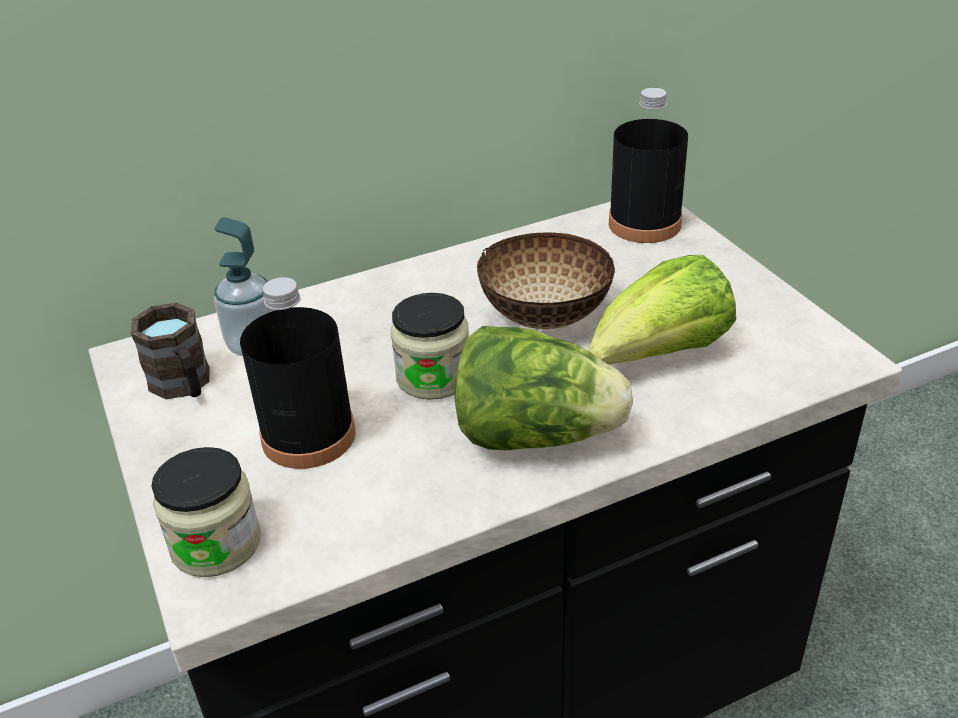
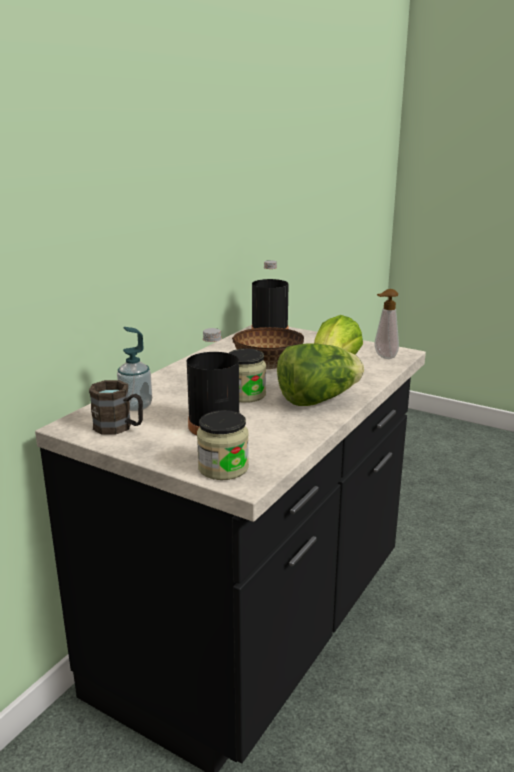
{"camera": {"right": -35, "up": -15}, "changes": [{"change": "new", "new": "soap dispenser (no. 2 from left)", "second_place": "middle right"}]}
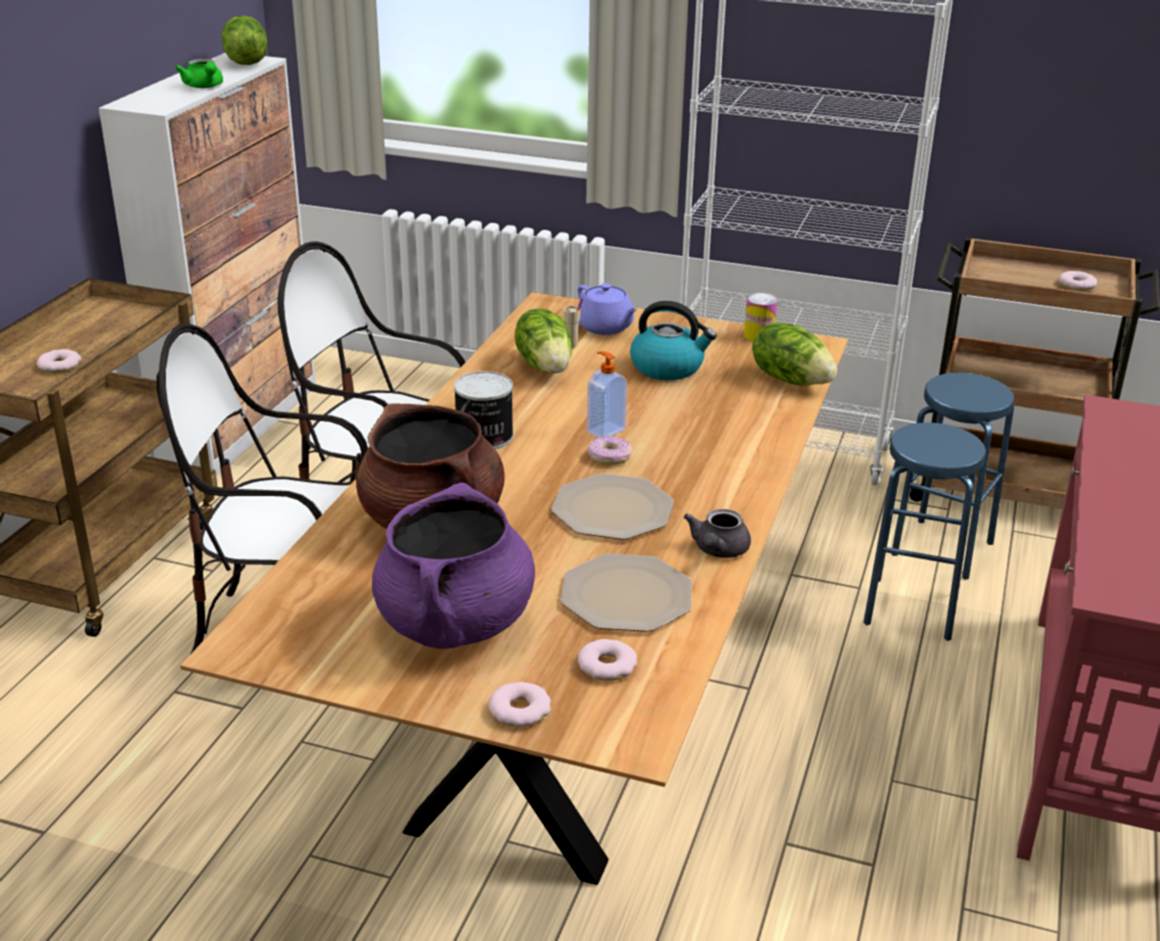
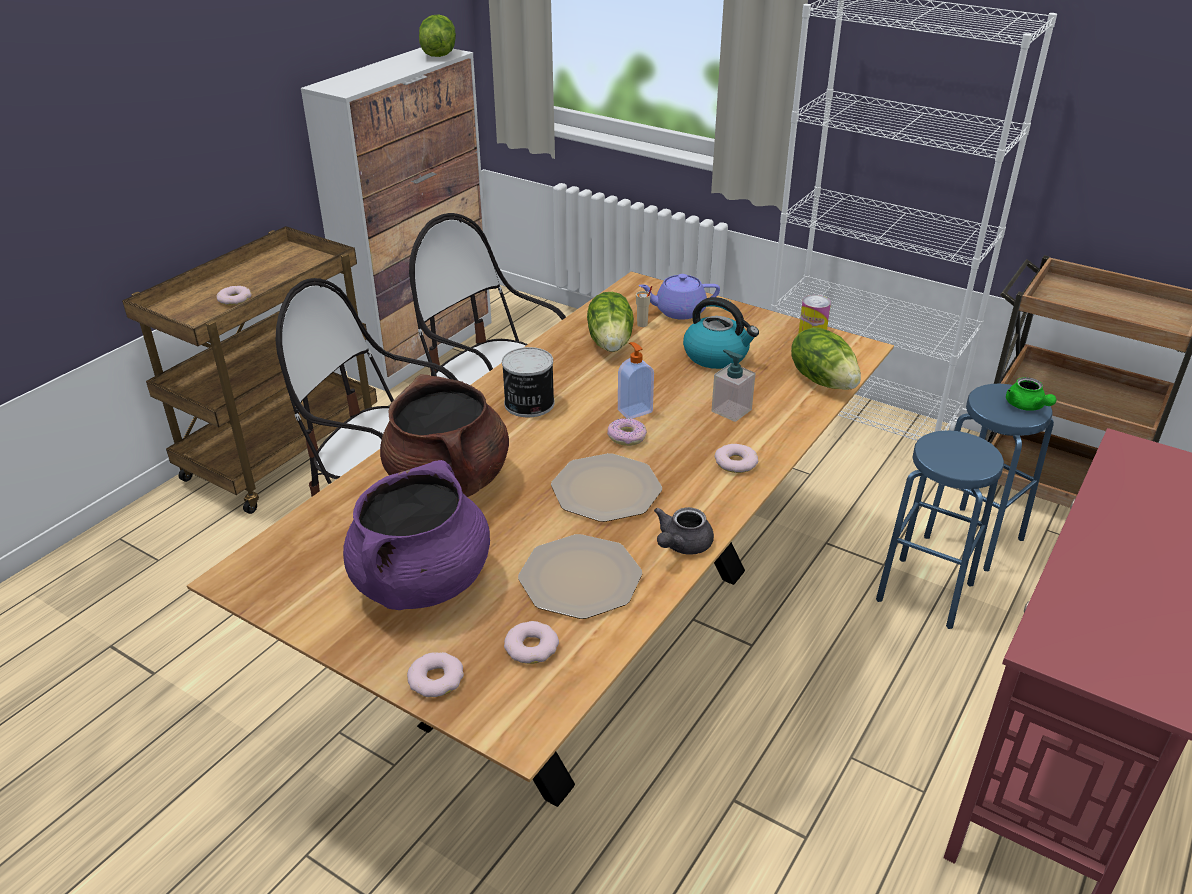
{"camera": {"right": 15, "up": 5}, "changes": [{"change": "new", "new": "soap dispenser (no. 2 from left)", "second_place": "centre"}, {"change": "shifted", "old": "green teapot", "first_place": "top left", "second_place": "middle right"}, {"change": "shifted", "old": "donut (no. 5 from left)", "first_place": "top right", "second_place": "centre"}, {"change": "rotated", "old": "purple teapot", "first_place": "top centre", "second_place": "top centre", "degrees": 105}]}
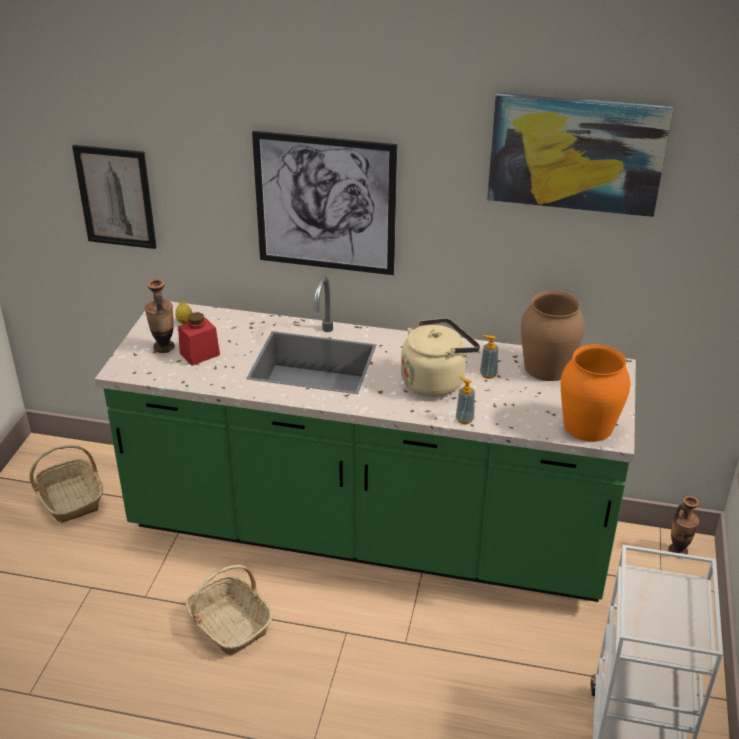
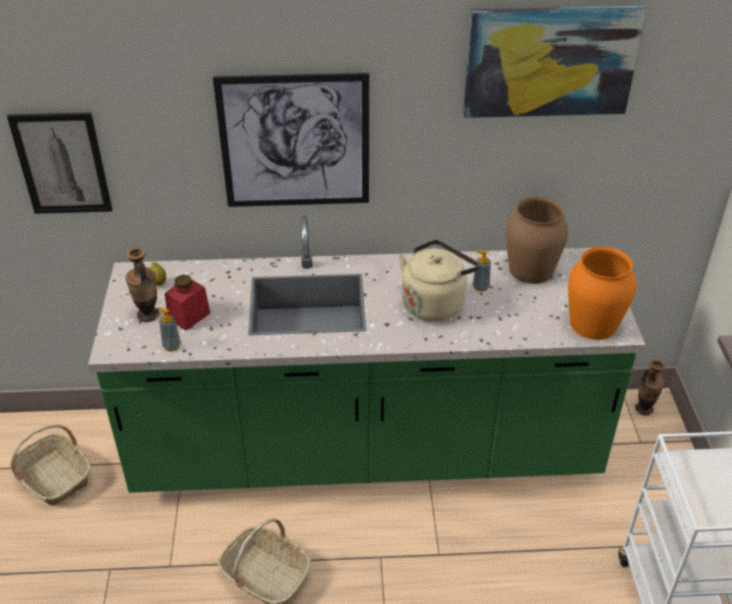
{"camera": {"right": -15, "up": 5}, "changes": [{"change": "shifted", "old": "soap dispenser (no. 1 from left)", "first_place": "centre", "second_place": "middle left"}]}
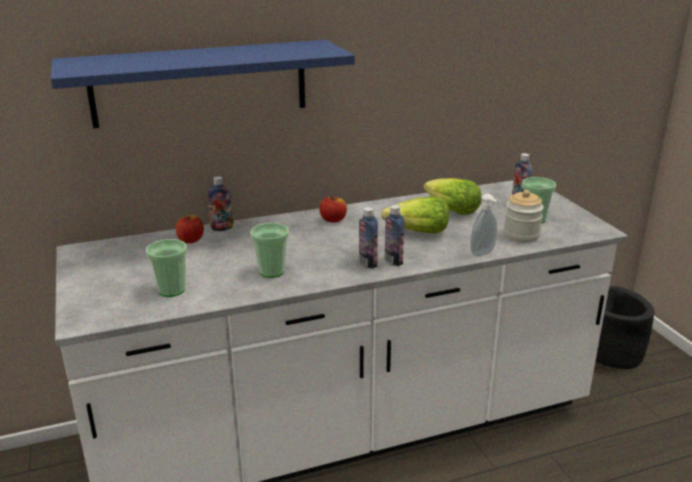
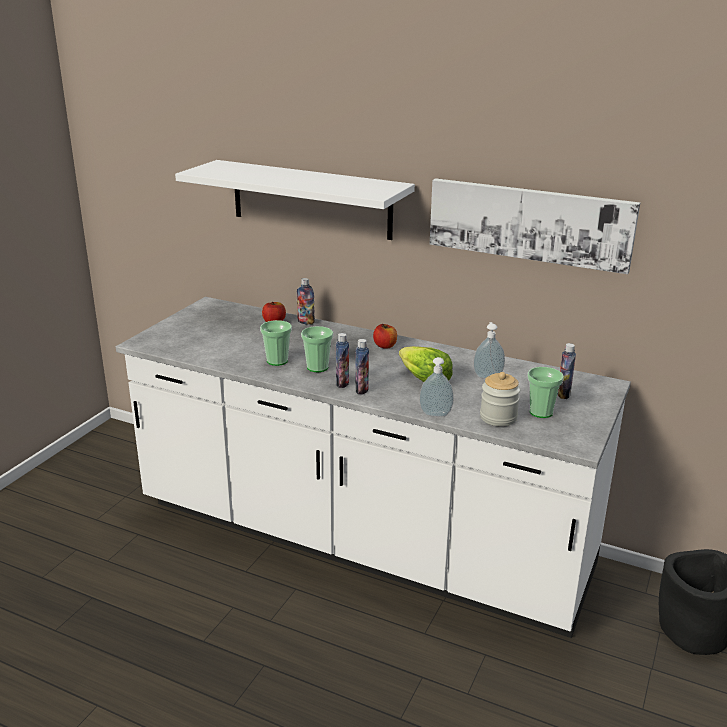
{"camera": {"right": 45, "up": 0}, "changes": [{"change": "new", "new": "picture", "second_place": "top right"}, {"change": "shifted", "old": "cup (no. 1 from left in the first image)", "new": "cup (no. 2 from left)", "first_place": "middle left", "second_place": "centre"}, {"change": "swapped", "old": "lettuce (no. 2 from left)", "new": "soap dispenser (no. 2 from left)", "first_place": "centre", "second_place": "middle right"}, {"change": "repainted", "old": "blue shelf", "new": "white shelf", "first_place": "top left", "second_place": "top centre"}]}
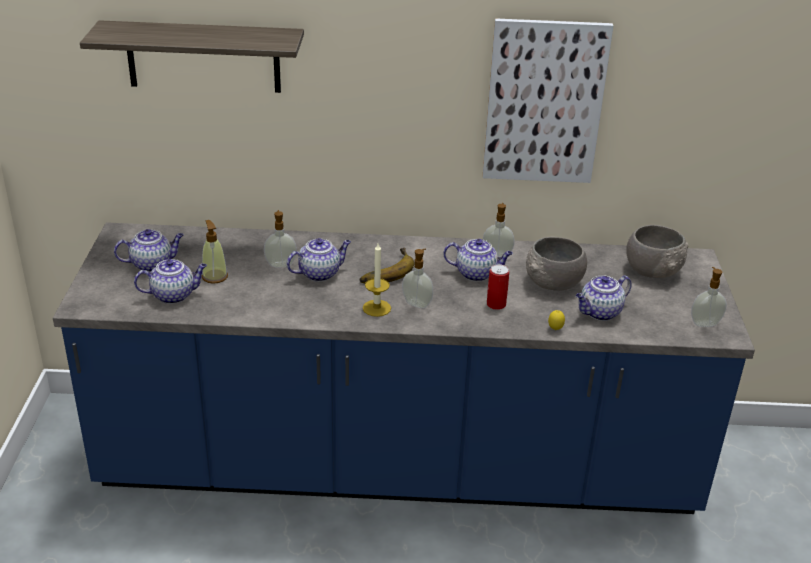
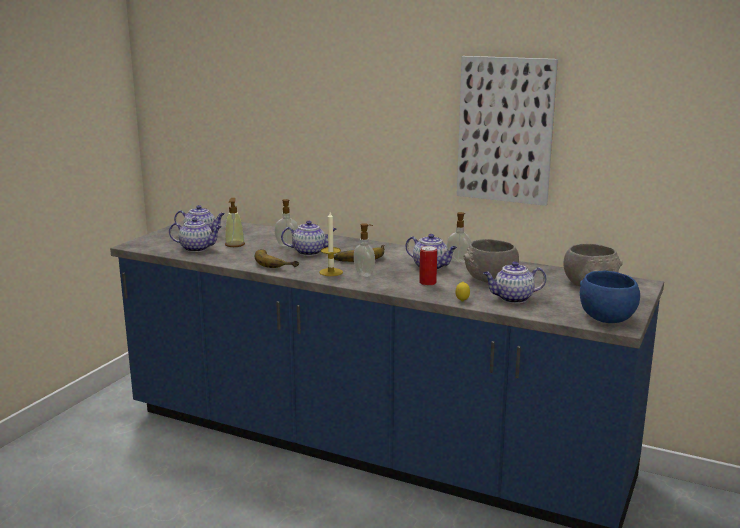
{"camera": {"right": 25, "up": -15}, "changes": [{"change": "gone", "old": "shelf", "first_place": "top left"}, {"change": "new", "new": "banana (no. 1 from left)", "second_place": "centre"}, {"change": "swapped", "old": "soap dispenser (no. 5 from left)", "new": "blue bowl", "first_place": "middle right", "second_place": "middle right"}]}
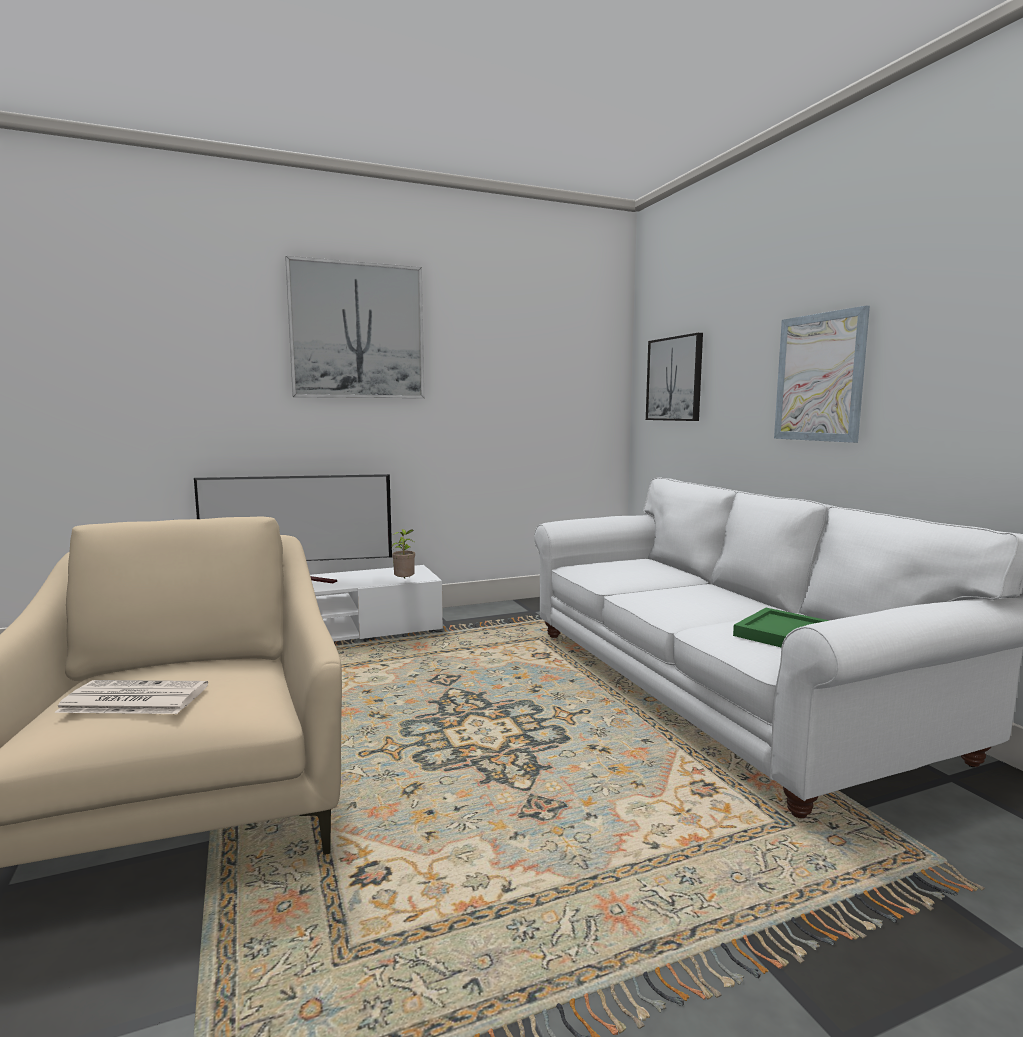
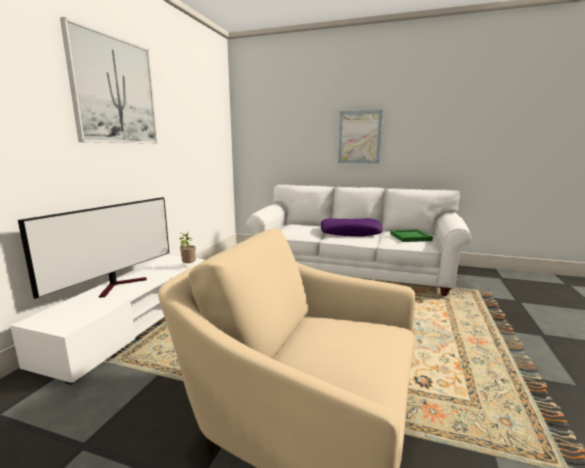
{"camera": {"right": -50, "up": 5}, "changes": [{"change": "gone", "old": "newspaper", "first_place": "bottom left"}, {"change": "gone", "old": "picture (no. 2 from left)", "first_place": "centre"}, {"change": "new", "new": "purple pillow", "second_place": "centre"}]}
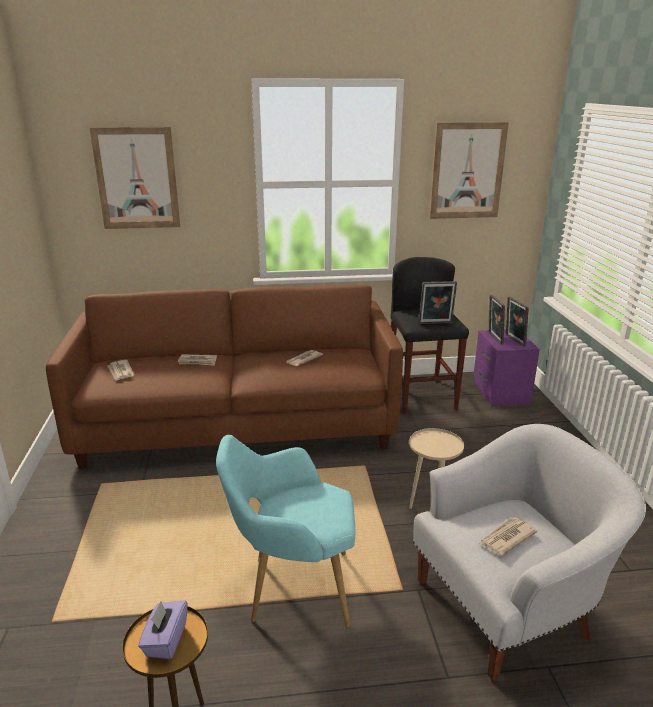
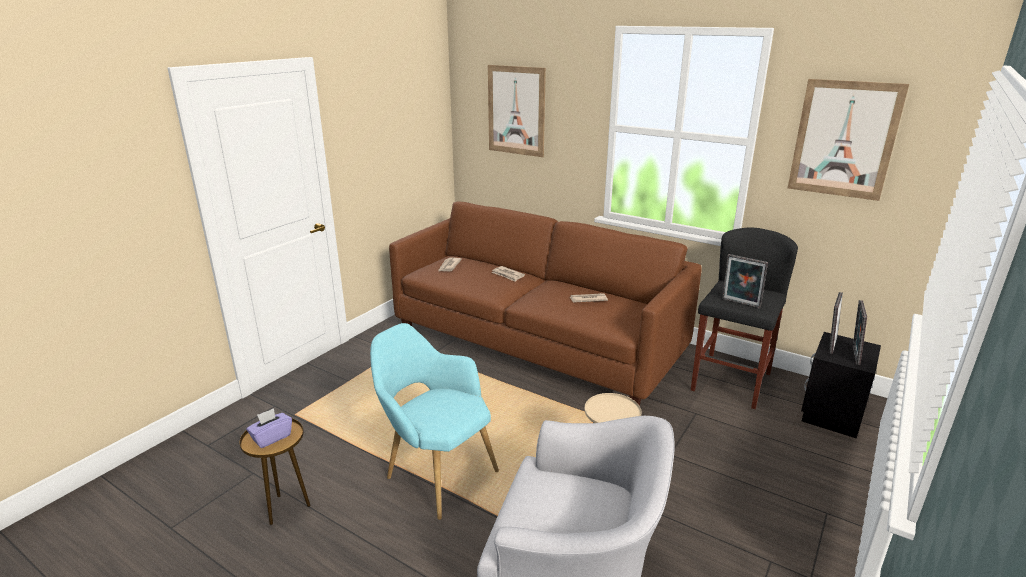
{"camera": {"right": 40, "up": 0}, "changes": [{"change": "gone", "old": "newspaper (no. 4 from left)", "first_place": "bottom right"}, {"change": "repainted", "old": "purple nightstand", "new": "black nightstand", "first_place": "middle right", "second_place": "bottom right"}]}
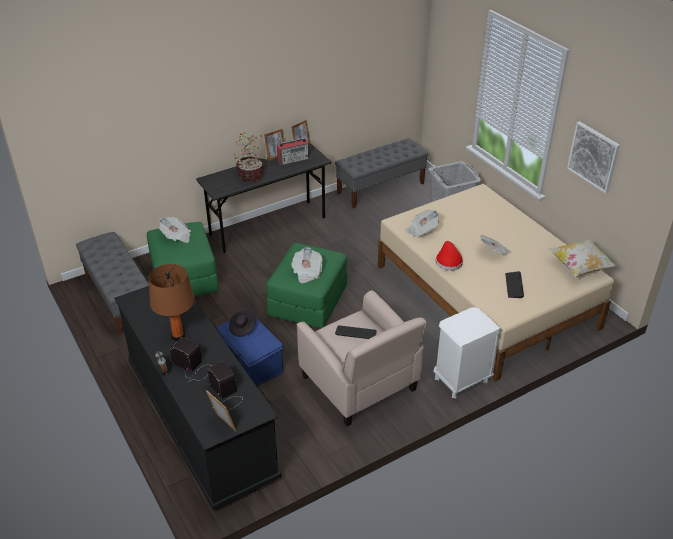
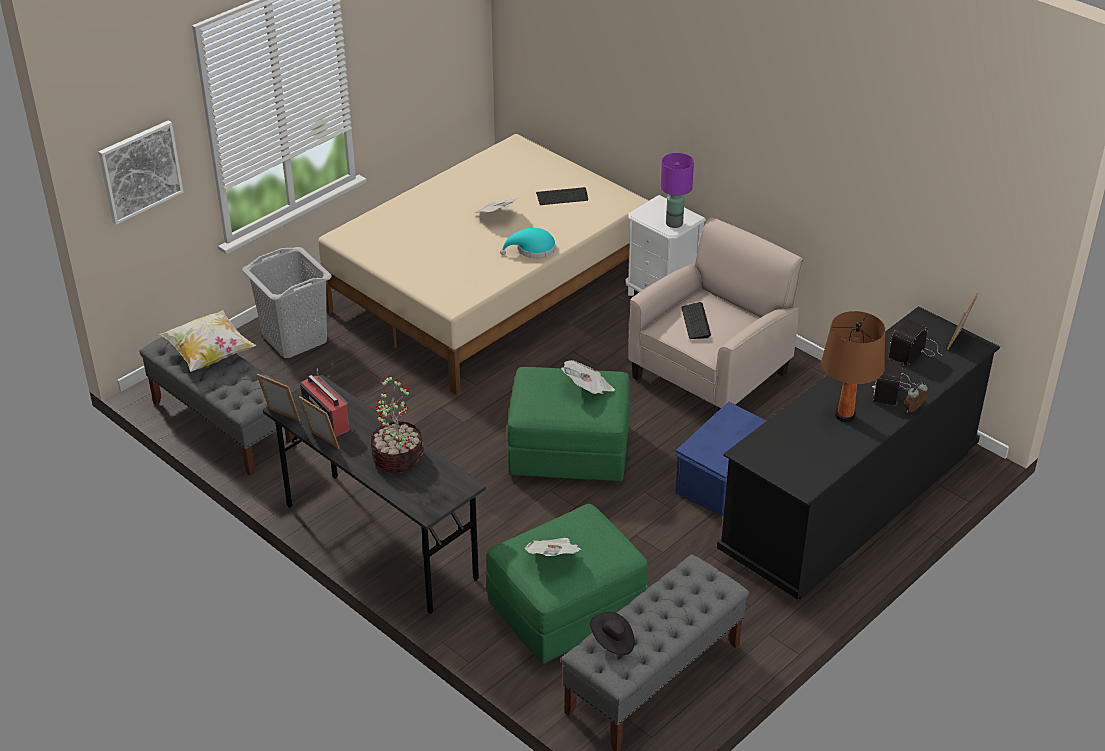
{"camera": {"right": -105, "up": 0}, "changes": [{"change": "gone", "old": "newspaper (no. 3 from left)", "first_place": "centre"}, {"change": "new", "new": "purple table lamp", "second_place": "top centre"}, {"change": "shifted", "old": "black hat", "first_place": "centre", "second_place": "bottom centre"}, {"change": "shifted", "old": "pillow", "first_place": "middle right", "second_place": "middle left"}, {"change": "shifted", "old": "picture", "first_place": "top right", "second_place": "top left"}, {"change": "repainted", "old": "red hat", "new": "turquoise hat", "first_place": "middle right", "second_place": "top centre"}]}
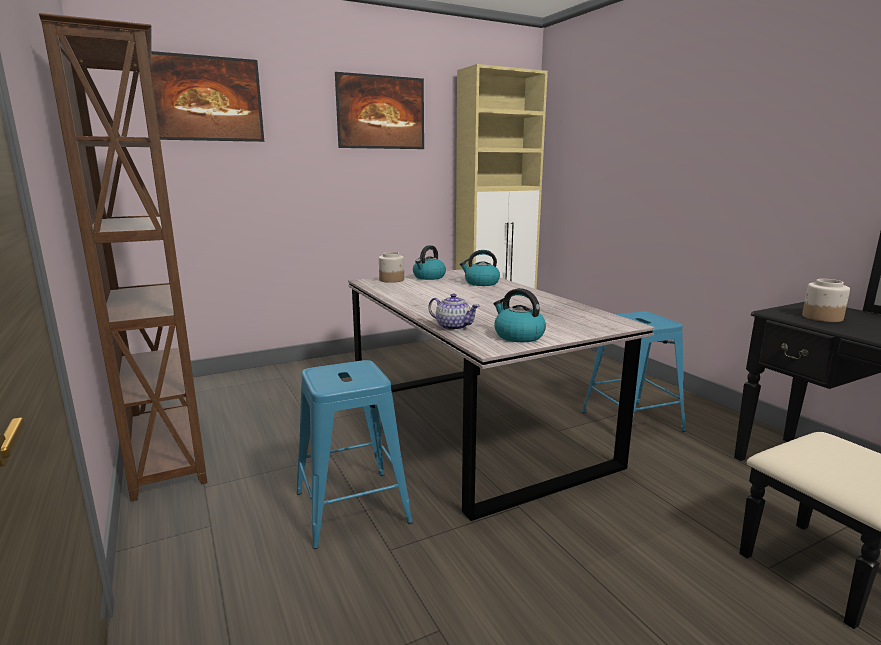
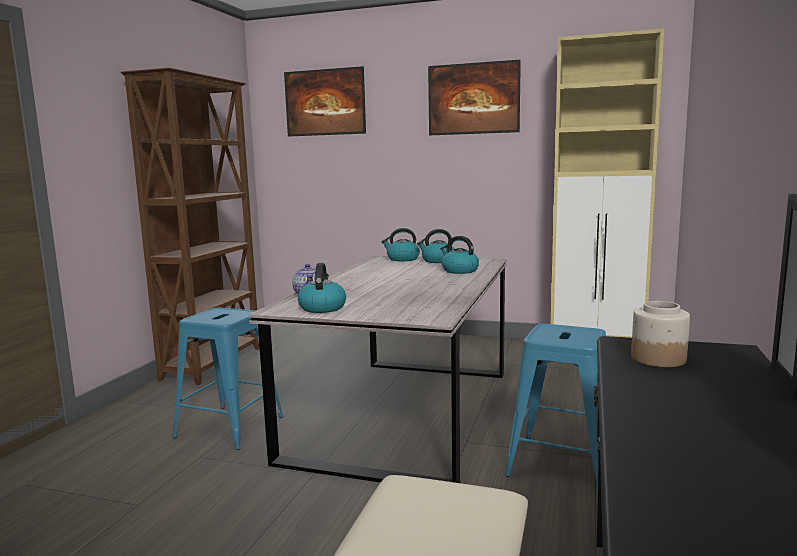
{"camera": {"right": 45, "up": -5}, "changes": [{"change": "swapped", "old": "jar (no. 1 from left)", "new": "kettle (no. 2 from left)", "first_place": "centre", "second_place": "centre"}]}
